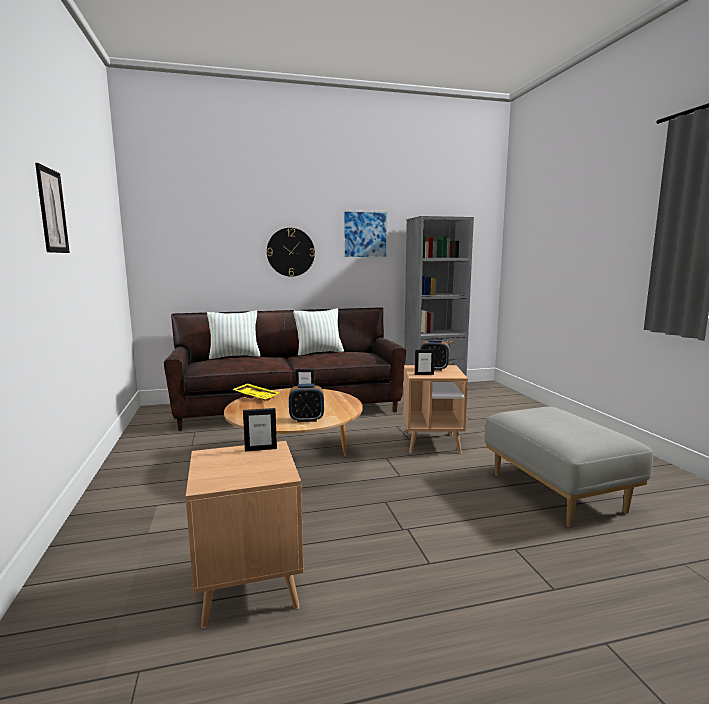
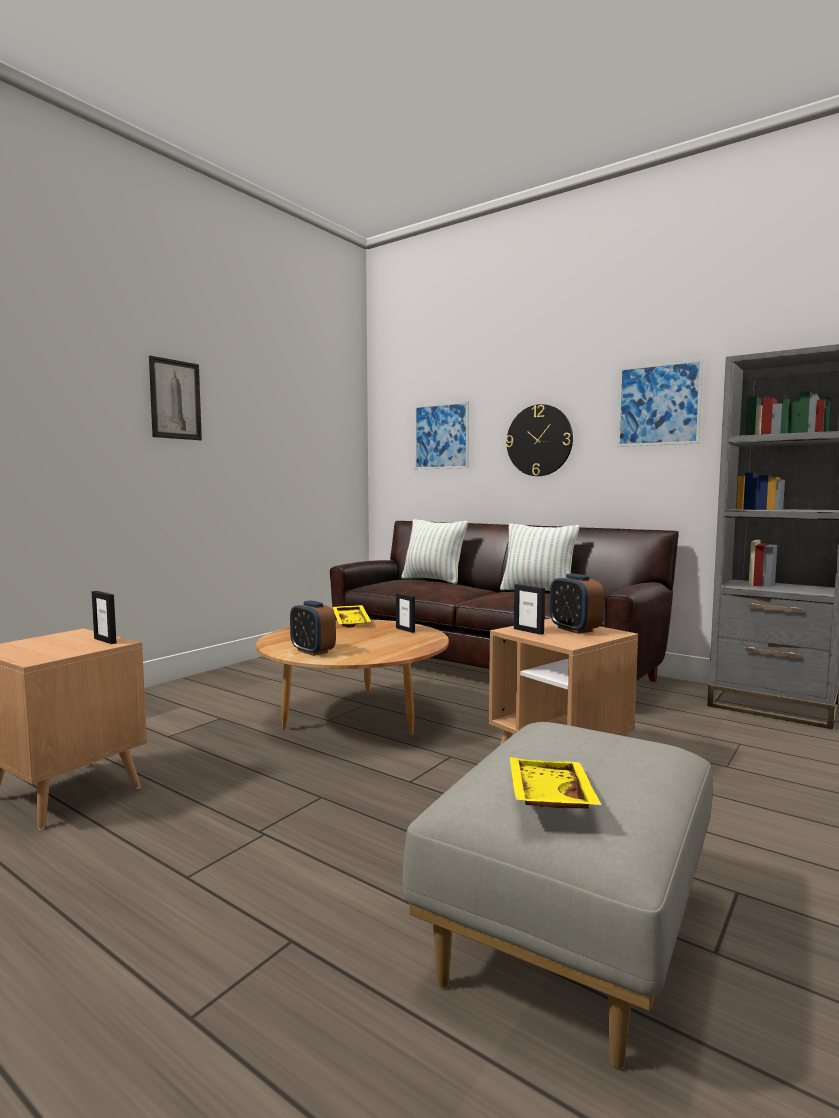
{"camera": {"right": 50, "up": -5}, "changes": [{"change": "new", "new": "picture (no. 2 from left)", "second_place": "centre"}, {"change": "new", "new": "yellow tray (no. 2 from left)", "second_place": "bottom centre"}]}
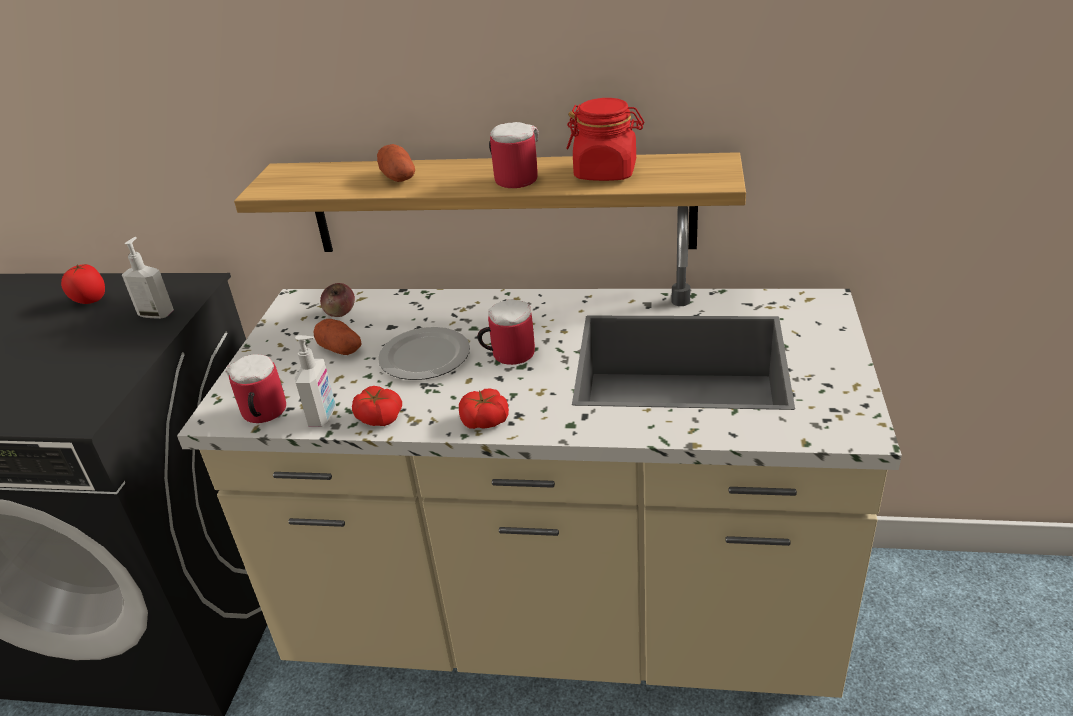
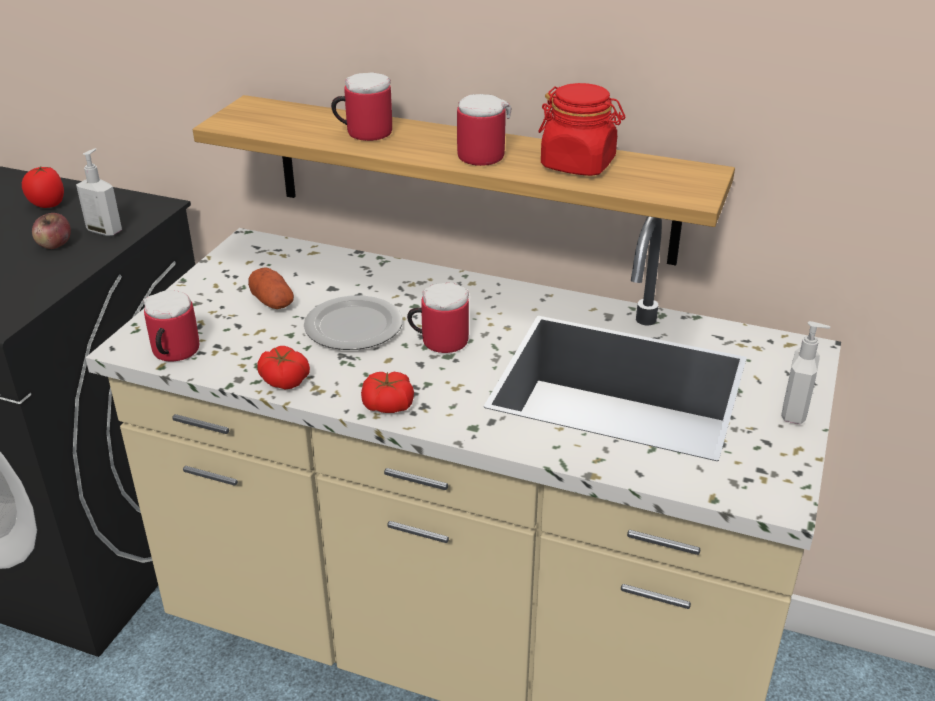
{"camera": {"right": 10, "up": 0}, "changes": [{"change": "shifted", "old": "soap dispenser (no. 2 from left)", "first_place": "middle left", "second_place": "middle right"}, {"change": "shifted", "old": "apple", "first_place": "middle left", "second_place": "top left"}, {"change": "swapped", "old": "potato (no. 2 from left)", "new": "mug (no. 2 from left)", "first_place": "top centre", "second_place": "top centre"}]}
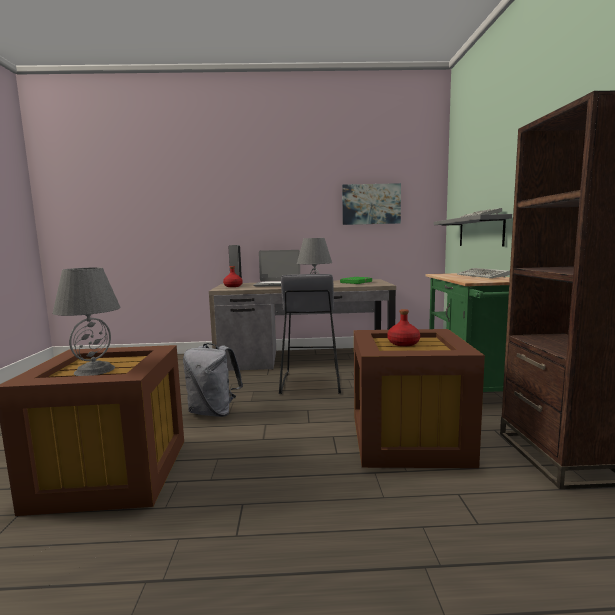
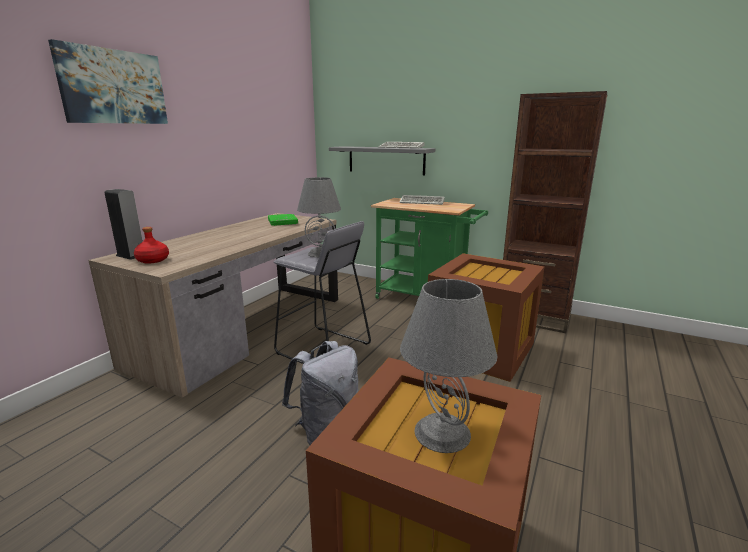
{"camera": {"right": -60, "up": 10}, "changes": [{"change": "gone", "old": "laptop", "first_place": "centre"}, {"change": "gone", "old": "red bottle (no. 2 from left)", "first_place": "centre"}, {"change": "shifted", "old": "picture", "first_place": "top centre", "second_place": "top left"}]}
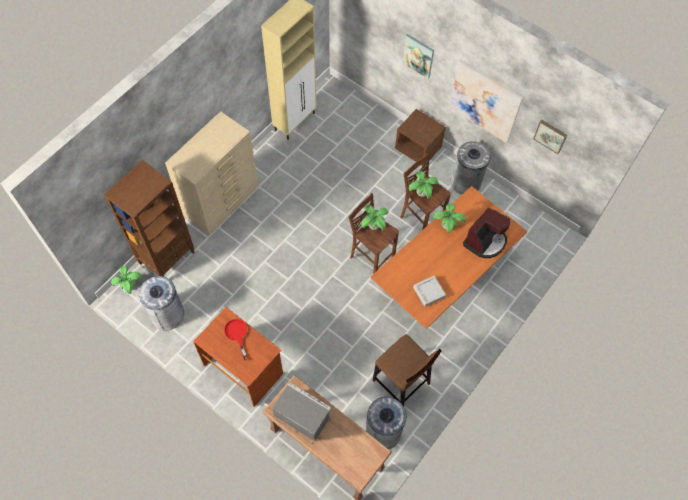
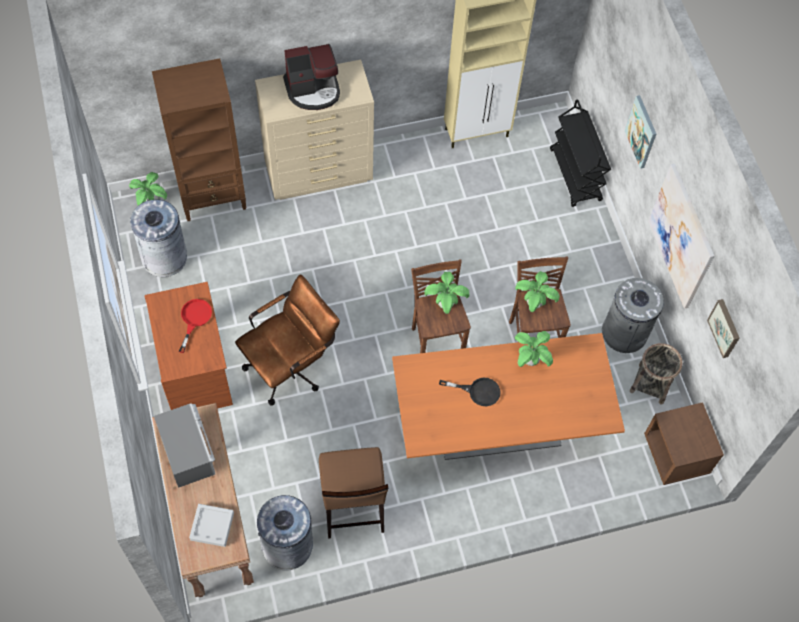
{"camera": {"right": 35, "up": 0}, "changes": [{"change": "new", "new": "brown office chair", "second_place": "centre"}, {"change": "new", "new": "black frying pan", "second_place": "centre"}, {"change": "new", "new": "black cart", "second_place": "top right"}, {"change": "new", "new": "basket", "second_place": "middle right"}, {"change": "shifted", "old": "brown nightstand", "first_place": "top centre", "second_place": "bottom right"}, {"change": "shifted", "old": "grey tray", "first_place": "centre", "second_place": "bottom left"}, {"change": "shifted", "old": "coffee machine", "first_place": "middle right", "second_place": "top centre"}]}
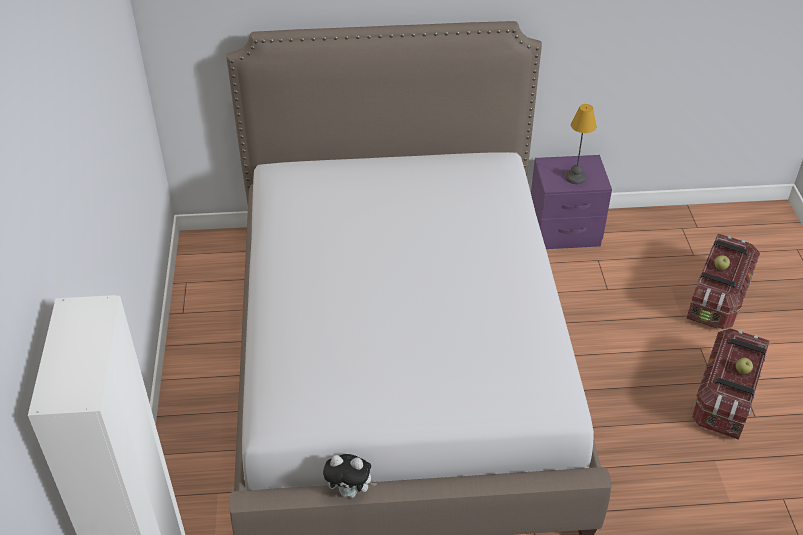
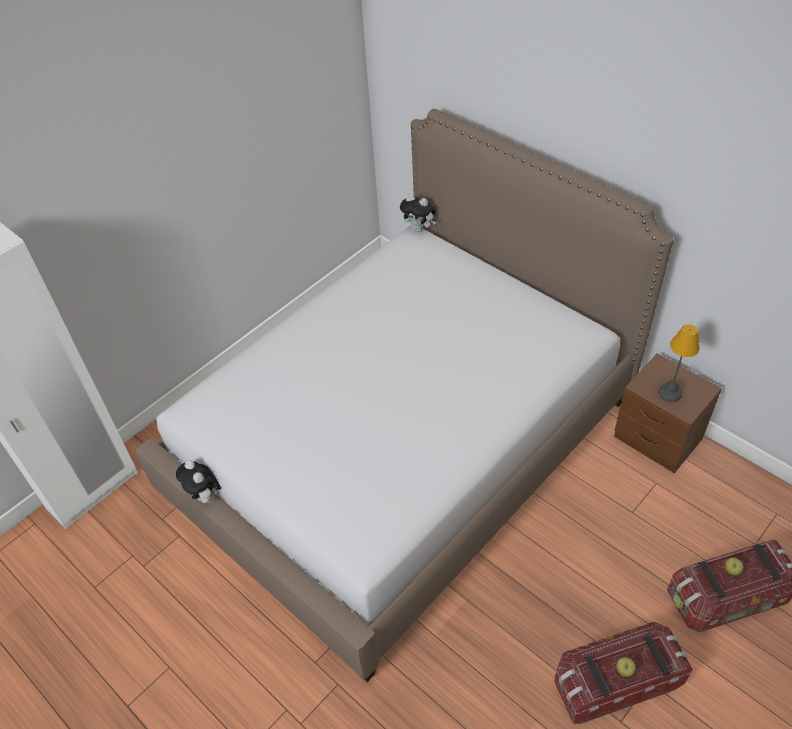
{"camera": {"right": 50, "up": 5}, "changes": [{"change": "new", "new": "plush toy (no. 2 from left)", "second_place": "top centre"}, {"change": "repainted", "old": "purple nightstand", "new": "brown nightstand", "first_place": "middle right", "second_place": "middle right"}]}
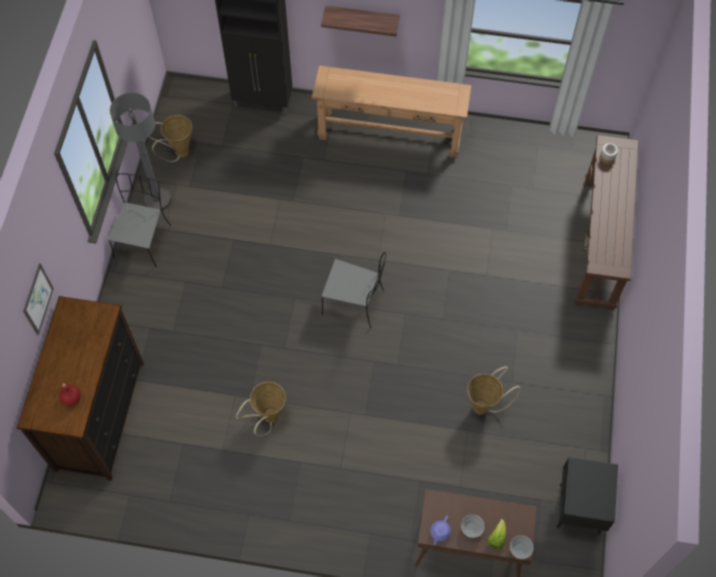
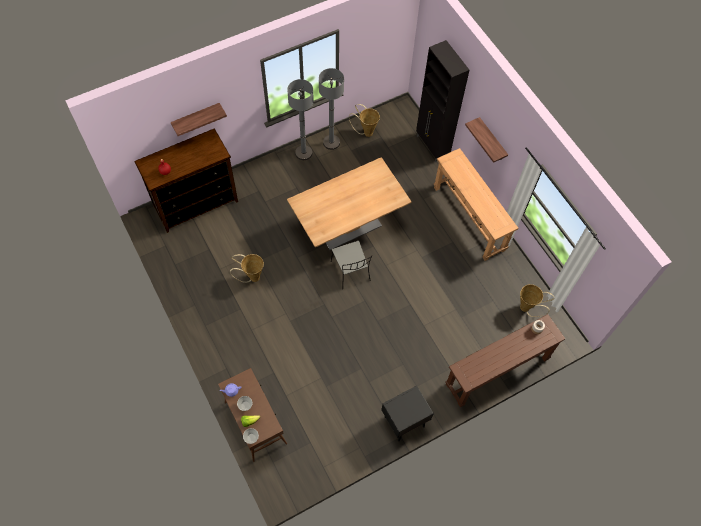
{"camera": {"right": 50, "up": 0}, "changes": [{"change": "new", "new": "brown dining table", "second_place": "centre"}, {"change": "shifted", "old": "basket (no. 3 from left)", "first_place": "bottom right", "second_place": "middle right"}, {"change": "shifted", "old": "black nightstand", "first_place": "bottom right", "second_place": "bottom centre"}, {"change": "swapped", "old": "picture", "new": "shelf (no. 1 from left)", "first_place": "middle left", "second_place": "top left"}, {"change": "swapped", "old": "grey chair (no. 1 from left)", "new": "grey floor lamp (no. 1 from left)", "first_place": "middle left", "second_place": "top centre"}]}
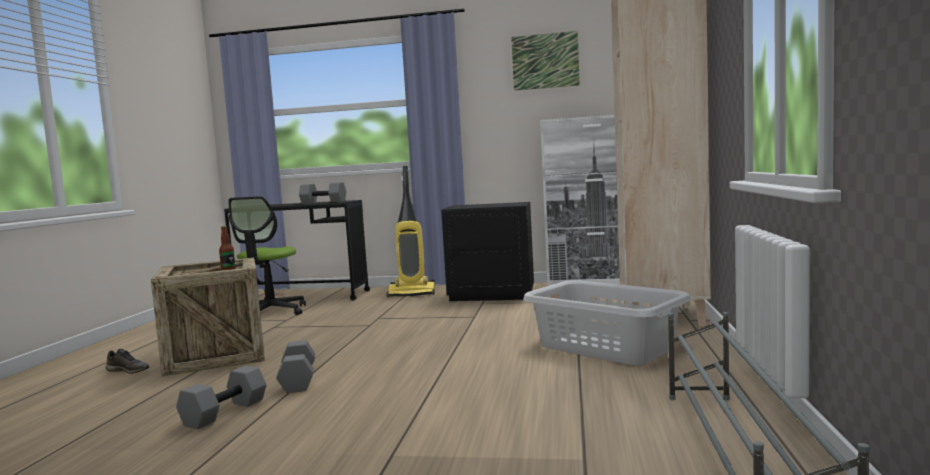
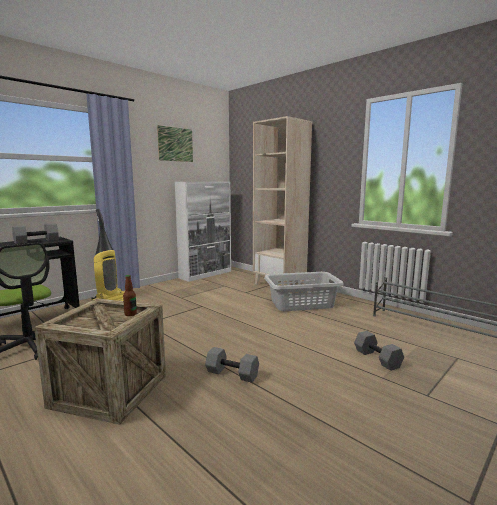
{"camera": {"right": -55, "up": 5}, "changes": [{"change": "gone", "old": "grey shoe", "first_place": "bottom left"}, {"change": "gone", "old": "black nightstand", "first_place": "centre"}, {"change": "shifted", "old": "grey dumbbell (no. 1 from left in the first image)", "new": "grey dumbbell (no. 3 from left)", "first_place": "bottom left", "second_place": "bottom right"}]}
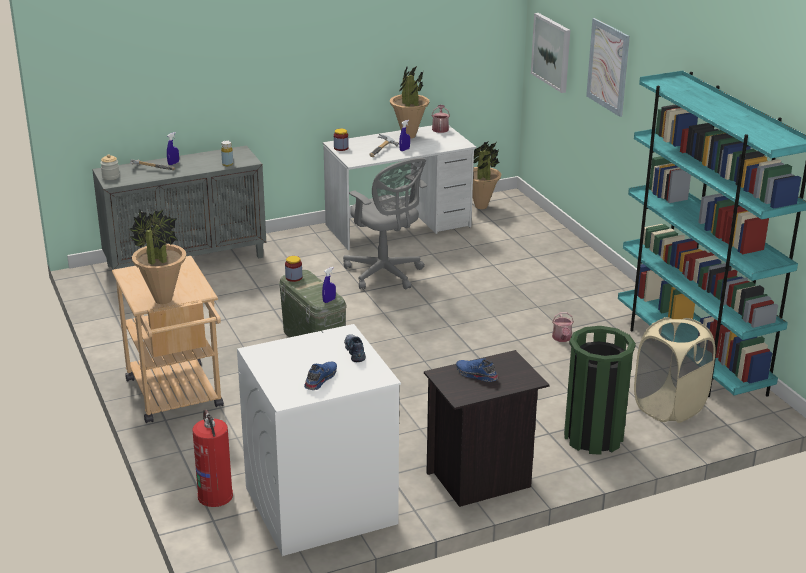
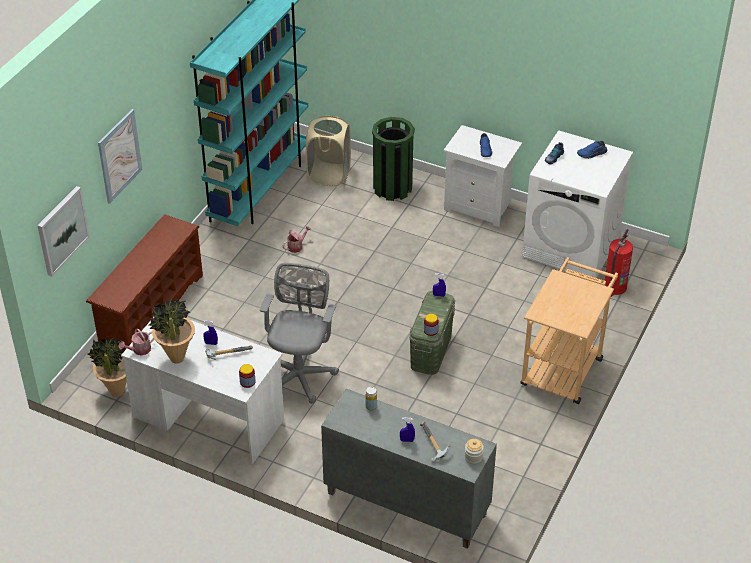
{"camera": {"right": -130, "up": 15}, "changes": [{"change": "gone", "old": "potted plant (no. 1 from left)", "first_place": "middle left"}, {"change": "new", "new": "brown shoe rack", "second_place": "middle left"}, {"change": "repainted", "old": "black nightstand", "new": "white nightstand", "first_place": "bottom centre", "second_place": "top centre"}]}
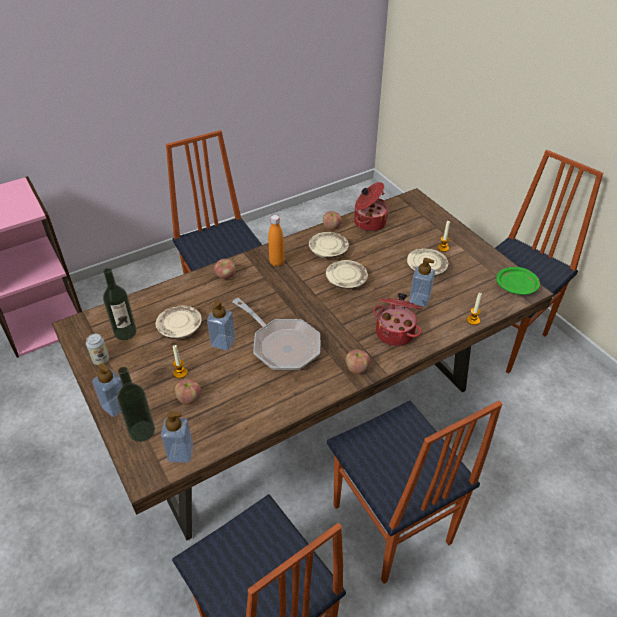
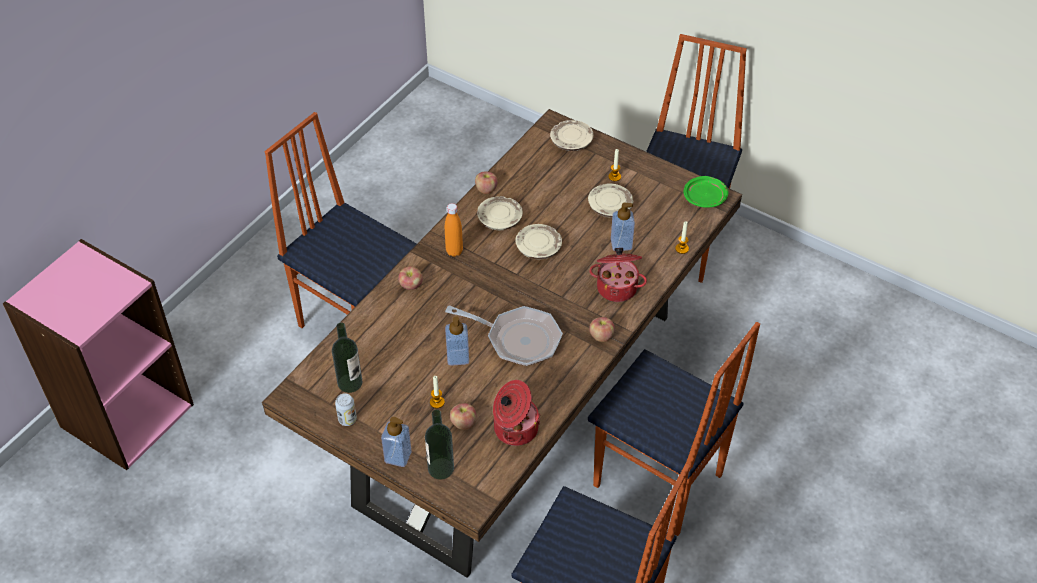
{"camera": {"right": -25, "up": 5}, "changes": [{"change": "gone", "old": "soap dispenser (no. 2 from left)", "first_place": "bottom left"}, {"change": "shifted", "old": "beige plate (no. 1 from left in the first image)", "new": "beige plate (no. 3 from left)", "first_place": "middle left", "second_place": "top centre"}, {"change": "shifted", "old": "cooking pot (no. 1 from left)", "first_place": "centre", "second_place": "bottom centre"}]}
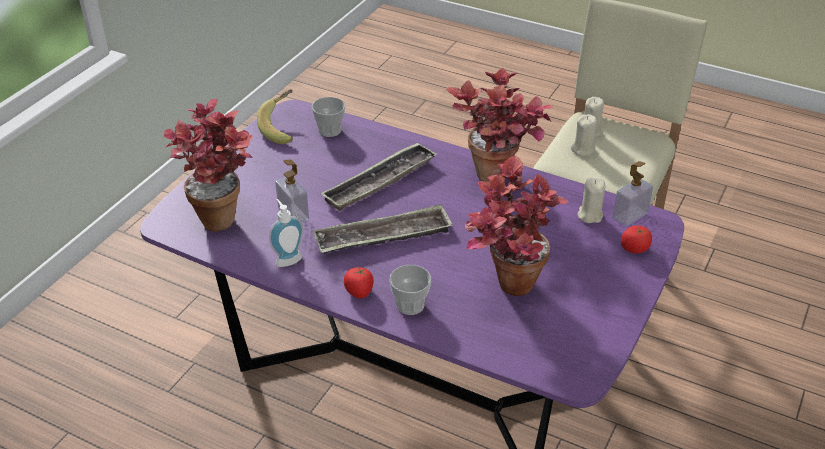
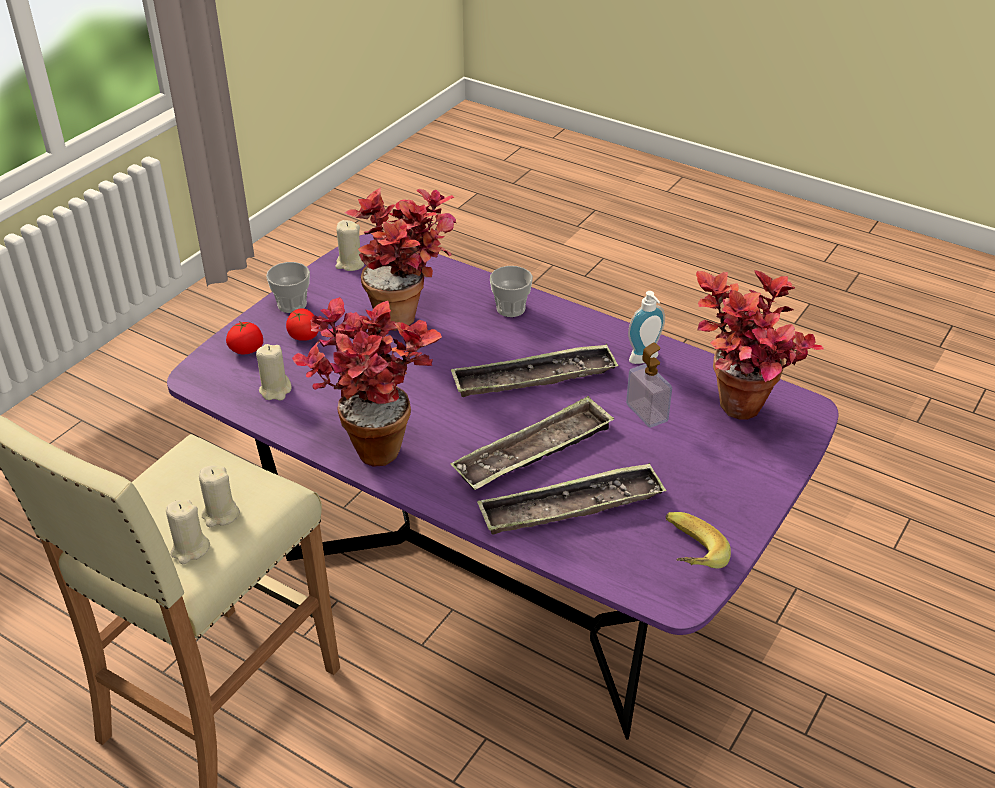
{"camera": {"right": -175, "up": 0}, "changes": [{"change": "gone", "old": "soap dispenser (no. 3 from left)", "first_place": "middle right"}, {"change": "new", "new": "beige candle (no. 4 from left)", "second_place": "top centre"}, {"change": "new", "new": "tray (no. 3 from left)", "second_place": "centre"}, {"change": "shifted", "old": "cup (no. 1 from left)", "first_place": "top centre", "second_place": "middle left"}, {"change": "shifted", "old": "tomato (no. 1 from left in the first image)", "new": "tomato (no. 2 from left)", "first_place": "centre", "second_place": "middle left"}]}
